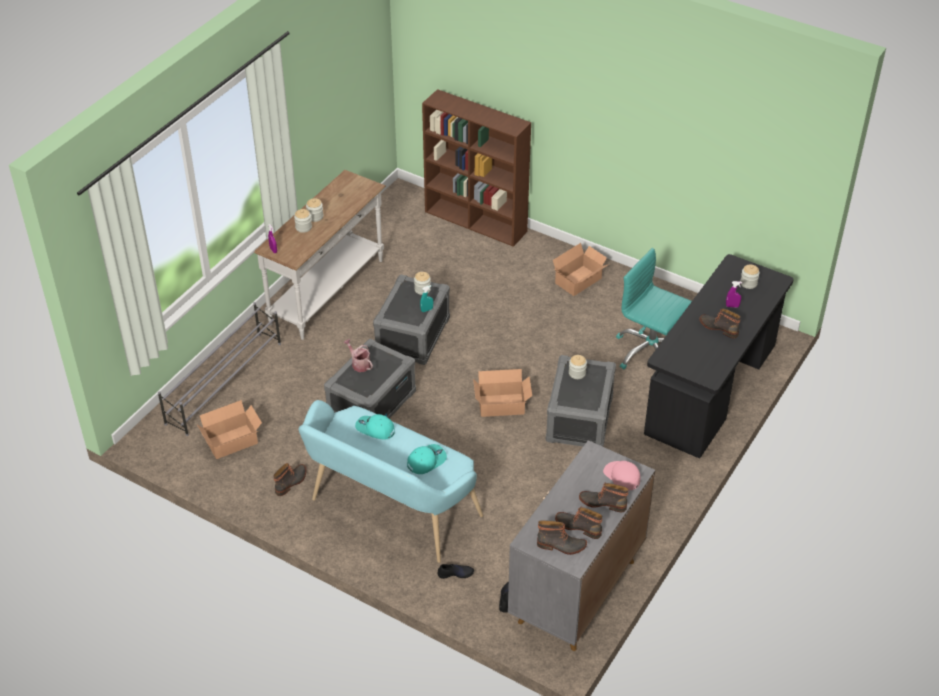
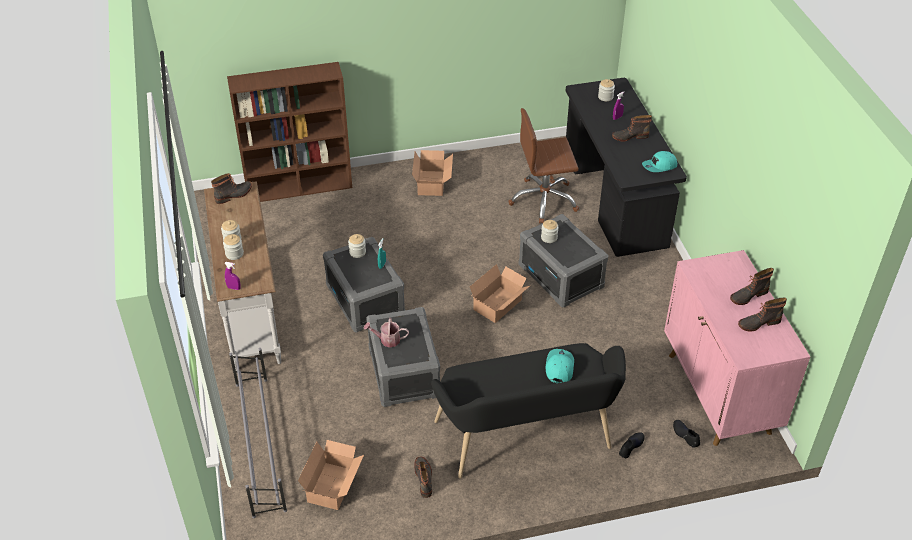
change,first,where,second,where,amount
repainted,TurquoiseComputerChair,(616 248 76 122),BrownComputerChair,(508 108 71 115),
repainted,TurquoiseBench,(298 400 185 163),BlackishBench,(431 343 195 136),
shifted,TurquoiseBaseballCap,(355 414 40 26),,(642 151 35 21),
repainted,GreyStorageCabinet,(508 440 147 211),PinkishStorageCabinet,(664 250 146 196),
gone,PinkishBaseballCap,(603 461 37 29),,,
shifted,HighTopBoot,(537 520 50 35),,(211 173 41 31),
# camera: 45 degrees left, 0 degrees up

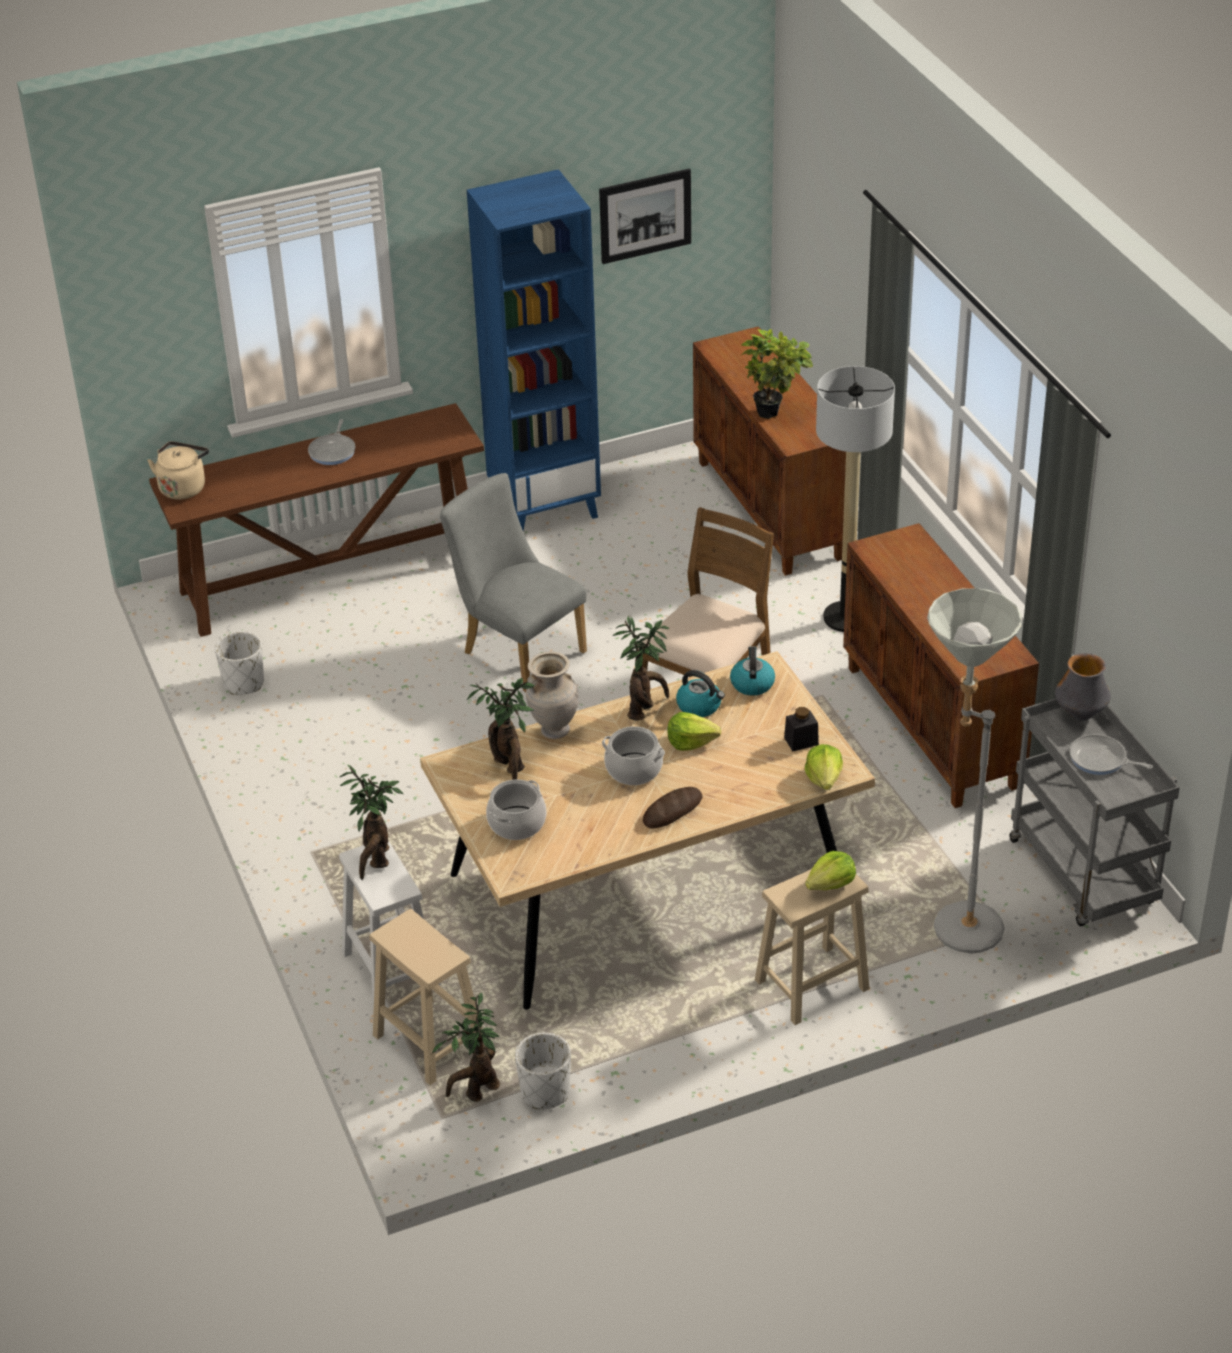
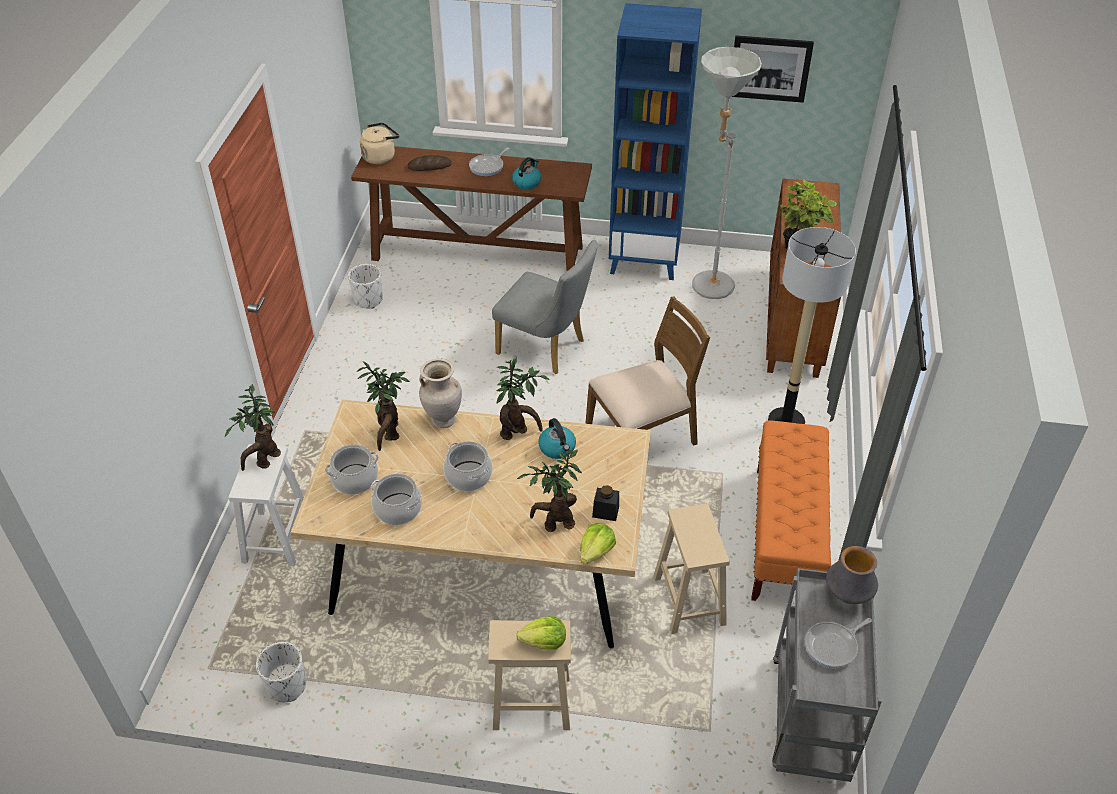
change,first,where,second,where,amount
rotated,GreyUprightChair,(440 473 147 219),,(492 240 106 134),135 degrees clockwise
swapped,BrownStorageCabinet,(843 523 196 285),OrangeyBench,(751 420 80 181),
shifted,GreyStandardLamp,(927 588 95 366),,(692 47 70 252),
shifted,WaterKettle,(730 646 45 50),,(512 157 30 33),
gone,Lettuce,(667 712 54 39),,,
rotated,Skillet,(1070 734 83 41),,(805 618 67 50),90 degrees counterclockwise
shifted,BakeryBread,(643 787 60 42),,(408 155 43 16),
shifted,BeigeColouredSittingStool,(369 909 116 176),,(653 504 77 130),
shifted,PlantInAPot,(432 992 68 110),,(517 450 65 82),
new,,,CookingPot,(371 474 51 51),
# camera: 30 degrees right, 5 degrees up

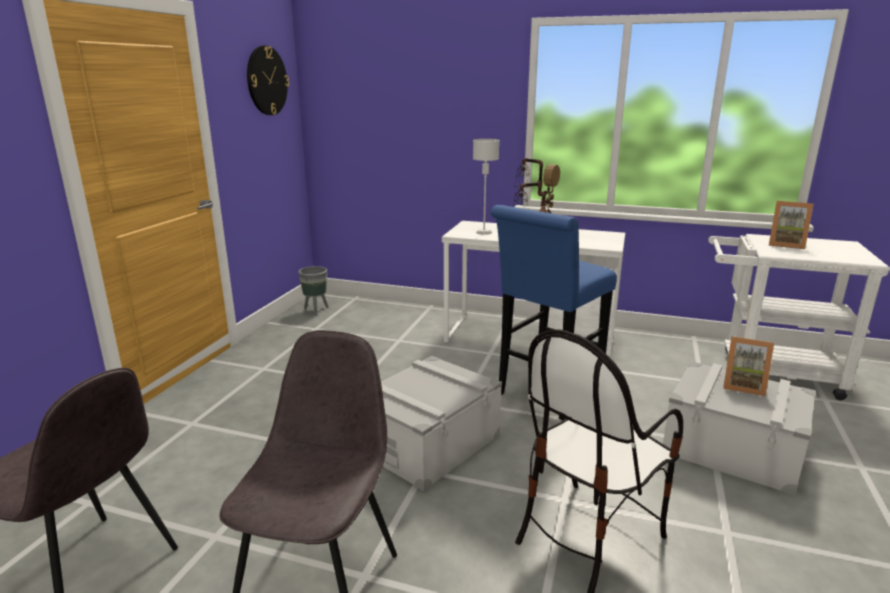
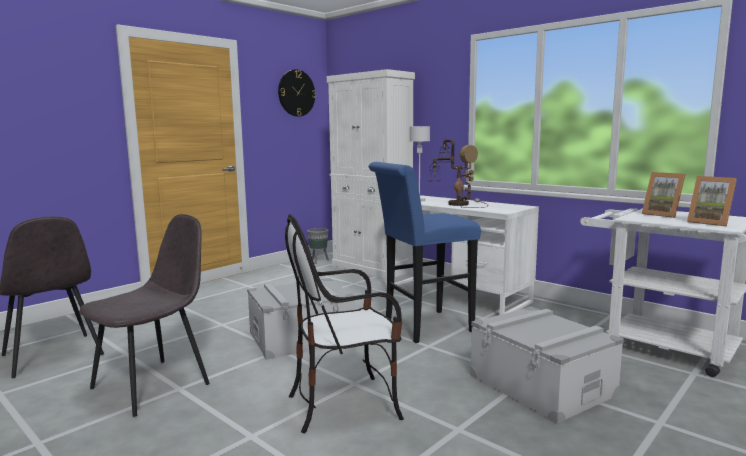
change,first,where,second,where,amount
shifted,PictureFrame,(723 336 51 61),,(687 176 50 50),
new,,,WhiteColouredStorageCabinet,(327 69 88 210),
# camera: 25 degrees right, 10 degrees down

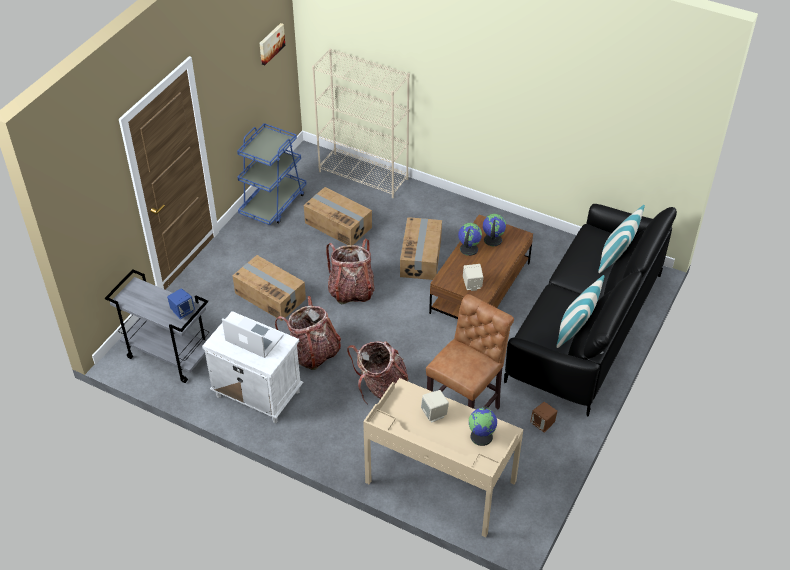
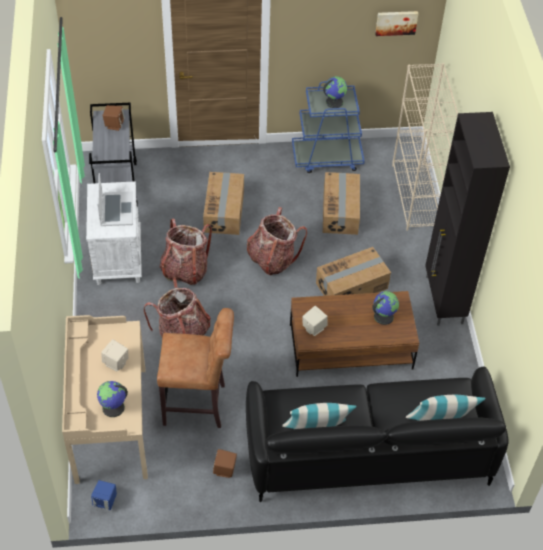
change,first,where,second,where,amount
shifted,Globe,(458 223 24 33),,(323 76 24 32),
shifted,BlueColouredSpeaker,(167 288 28 31),,(91 480 26 30),
new,,,BrownSpeaker,(103 105 22 26),
new,,,BlackishStorageCabinet,(425 112 85 214),
# camera: 55 degrees right, 5 degrees up

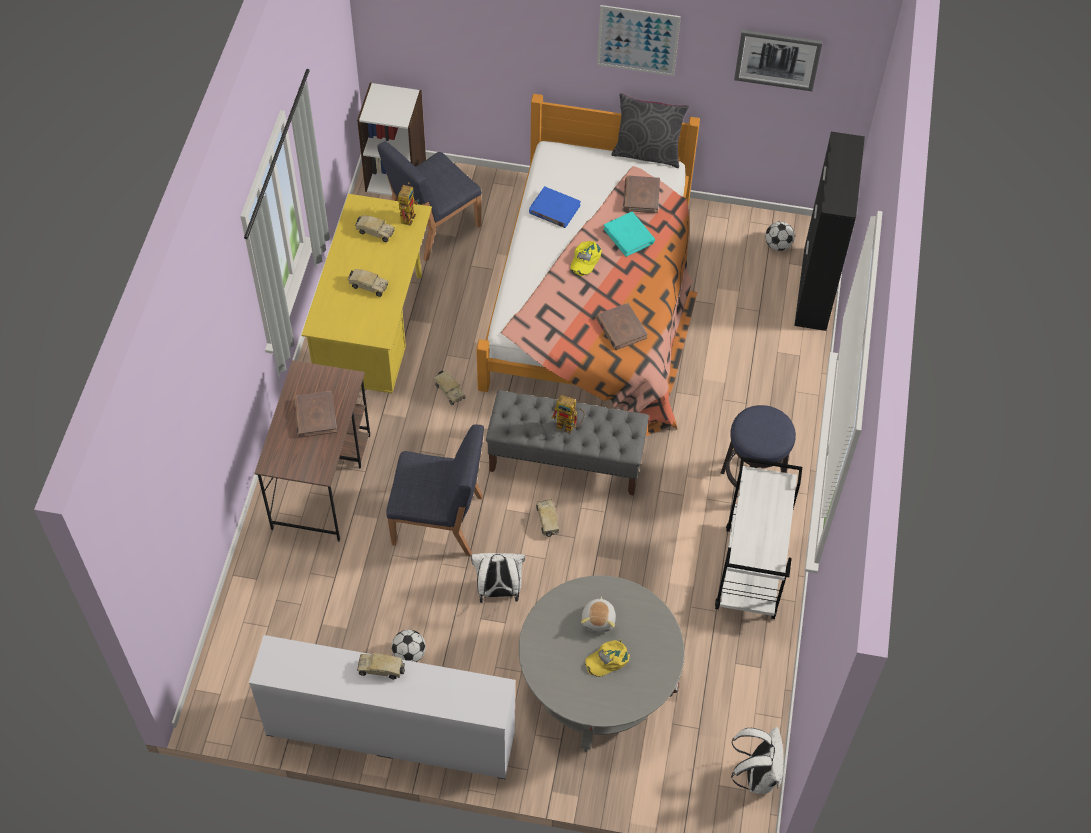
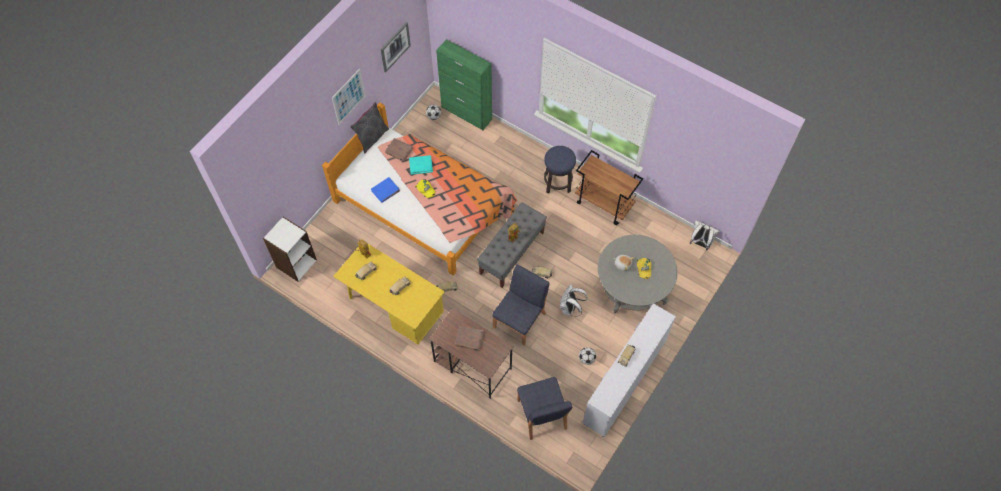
change,first,where,second,where,amount
repainted,BlackishStorageCabinet,(794 132 71 199),GreenishStorageCabinet,(436 39 56 91),
shifted,BlueColouredUprightChair,(377 141 105 120),,(517 377 55 63),
gone,BrownVolume,(596 303 52 47),,,
repainted,WhiteColouredCart,(715 457 87 162),BrownCart,(575 150 68 75),
# camera: 65 degrees left, 5 degrees up

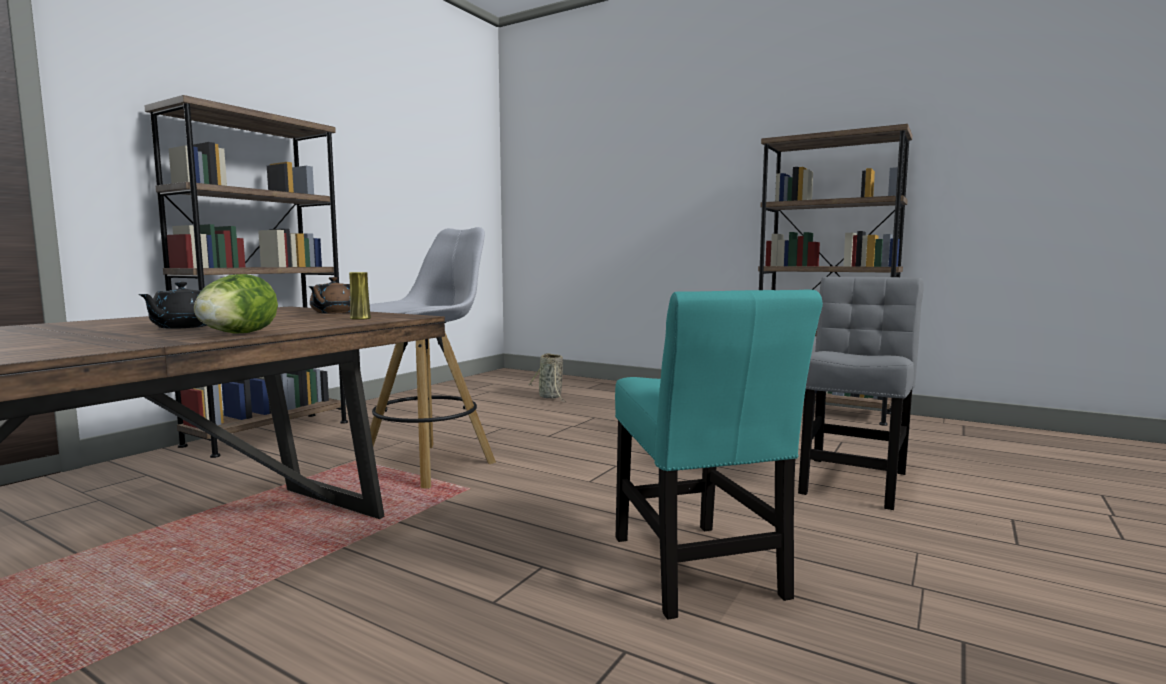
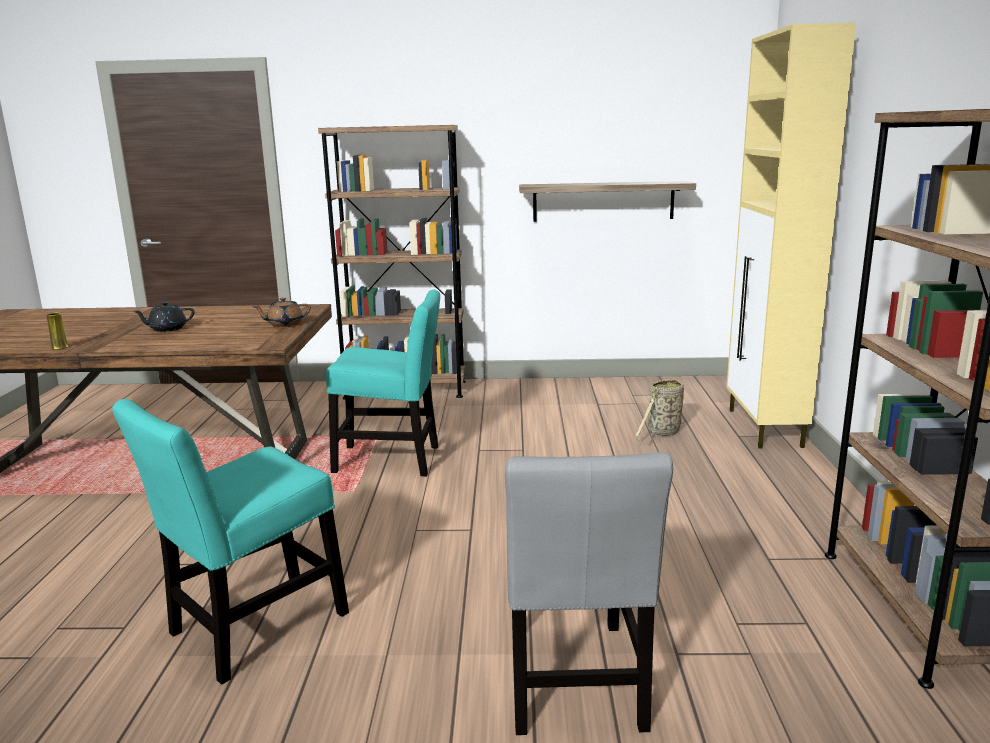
change,first,where,second,where,amount
swapped,WhiteColouredSittingStool,(370 227 126 262),TurquoiseUprightChair,(326 289 114 188),
shifted,YellowColouredFlowerVase,(349 272 22 48),,(46 313 22 37),
gone,Lettuce,(194 274 84 59),,,
rotated,GreyUprightChair,(798 277 126 233),,(505 452 168 283),90 degrees clockwise
new,,,BeigeColouredStorageCabinet,(726 22 131 426),
new,,,Shelf,(519 181 177 41),
# camera: 60 degrees right, 10 degrees up

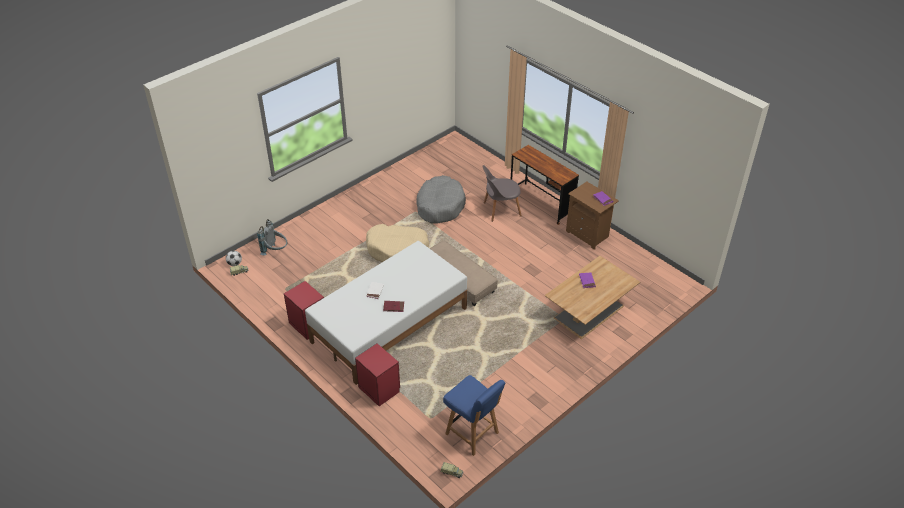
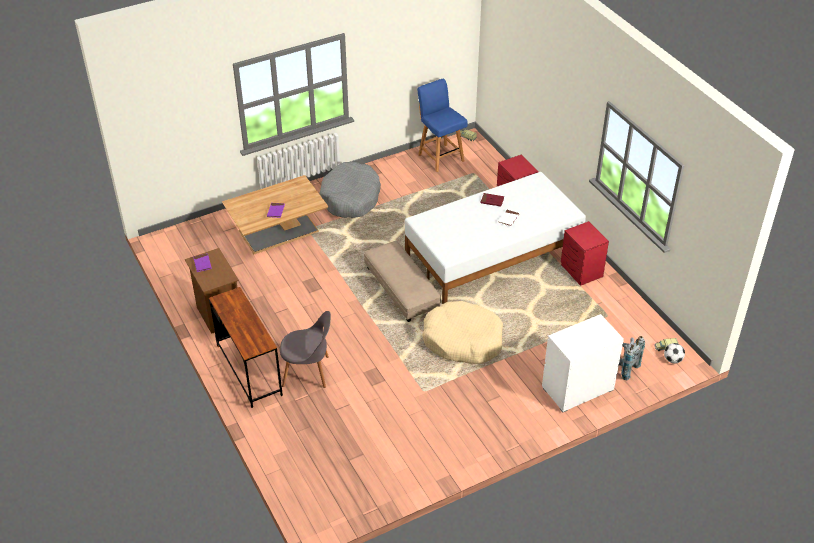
change,first,where,second,where,amount
shifted,GreyDogCushion,(416 175 50 49),,(319 162 62 56),
new,,,WhiteColouredChestOfDrawers,(542 314 82 99),
# camera: 165 degrees left, 0 degrees up

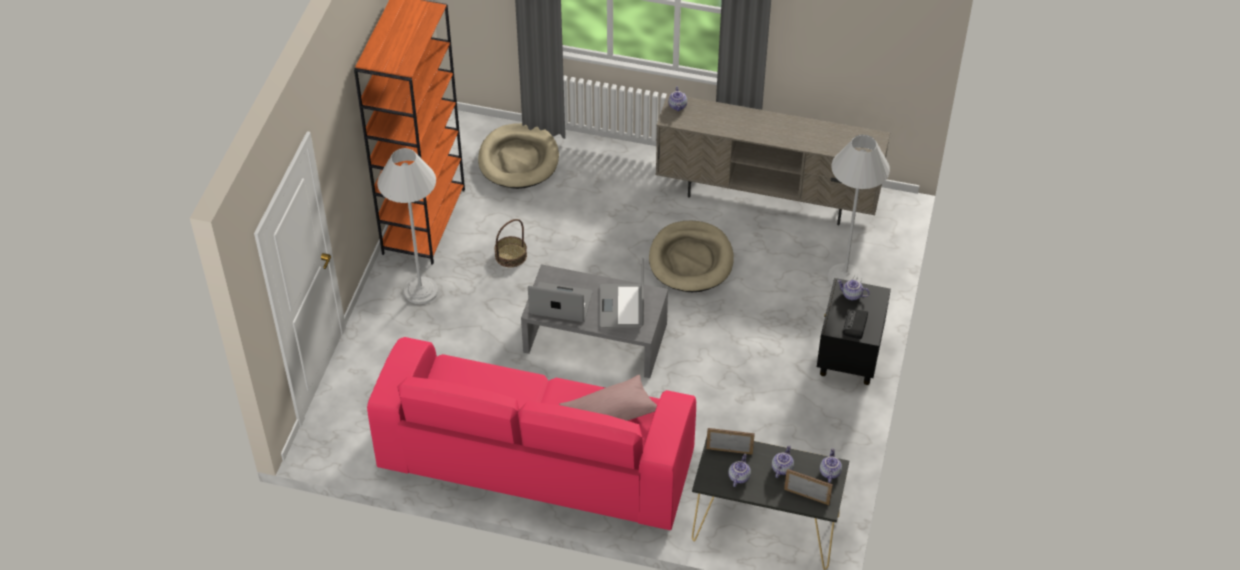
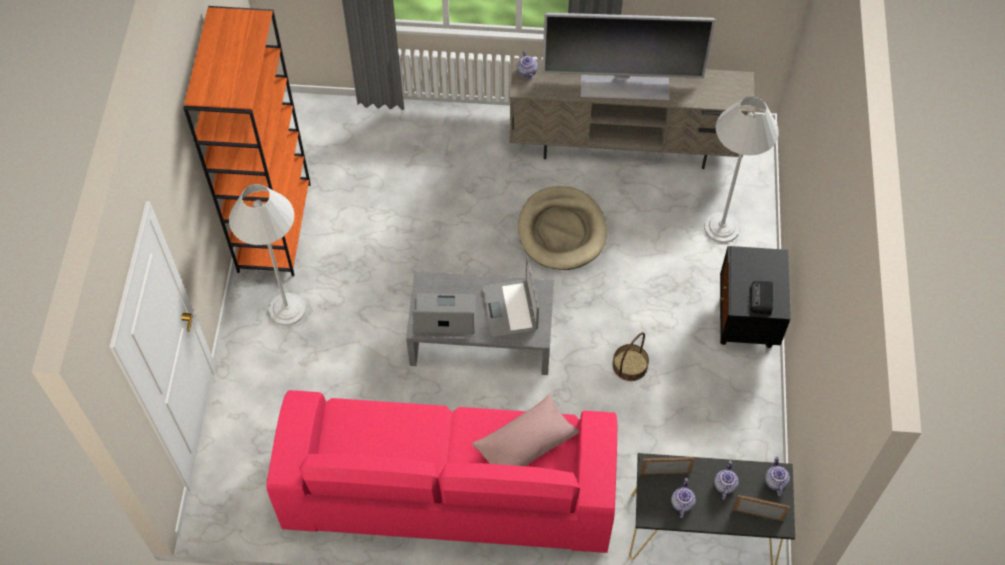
change,first,where,second,where,amount
gone,BeigeColouredDogCushion,(478 123 81 66),,,
shifted,StorageBasket,(494 219 33 48),,(612 332 37 49),
gone,Teapot,(837 280 33 20),,,
new,,,Television,(542 12 174 88),
# camera: 10 degrees left, 10 degrees up

